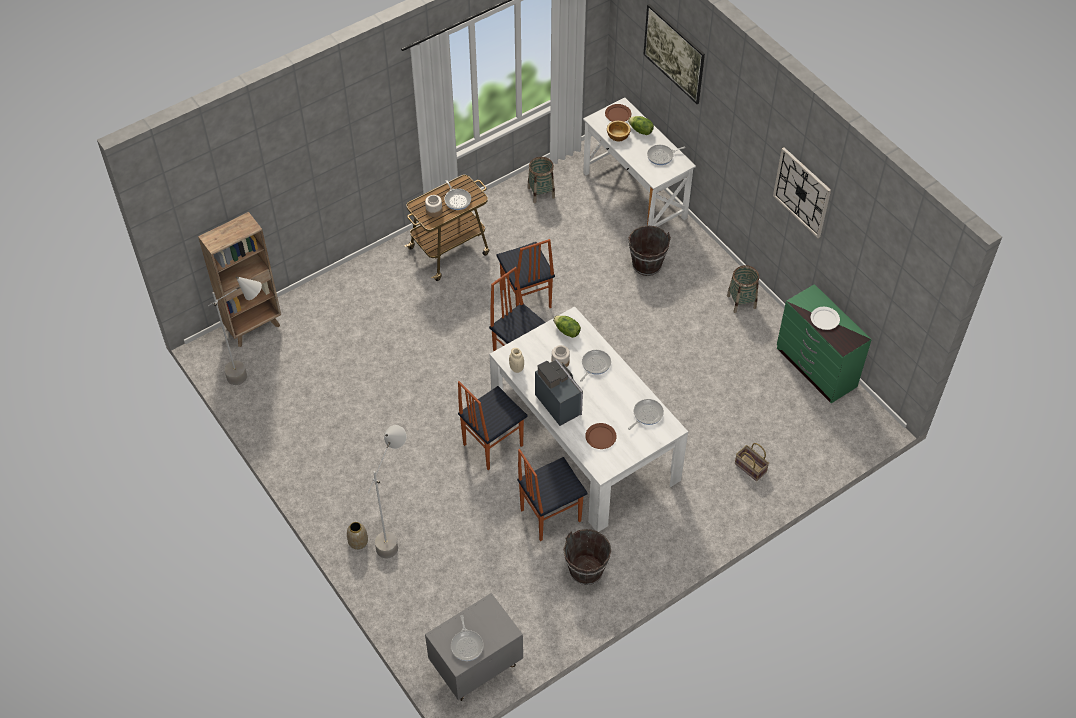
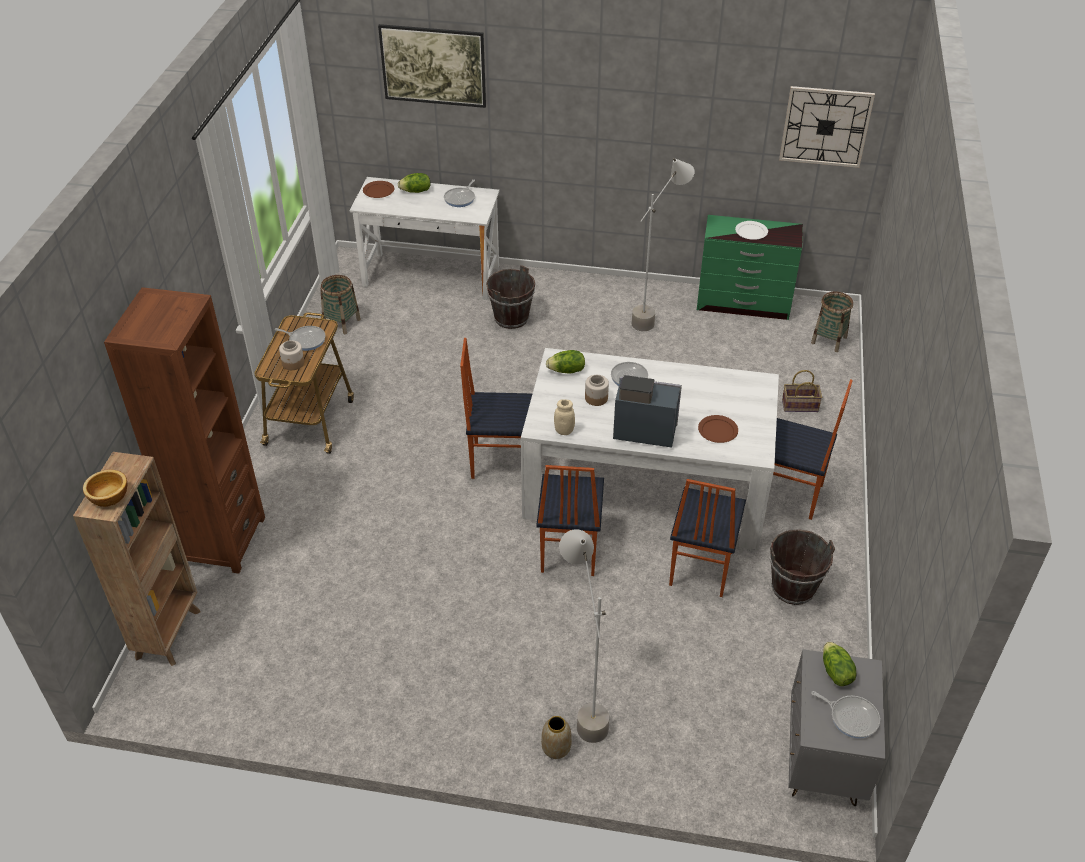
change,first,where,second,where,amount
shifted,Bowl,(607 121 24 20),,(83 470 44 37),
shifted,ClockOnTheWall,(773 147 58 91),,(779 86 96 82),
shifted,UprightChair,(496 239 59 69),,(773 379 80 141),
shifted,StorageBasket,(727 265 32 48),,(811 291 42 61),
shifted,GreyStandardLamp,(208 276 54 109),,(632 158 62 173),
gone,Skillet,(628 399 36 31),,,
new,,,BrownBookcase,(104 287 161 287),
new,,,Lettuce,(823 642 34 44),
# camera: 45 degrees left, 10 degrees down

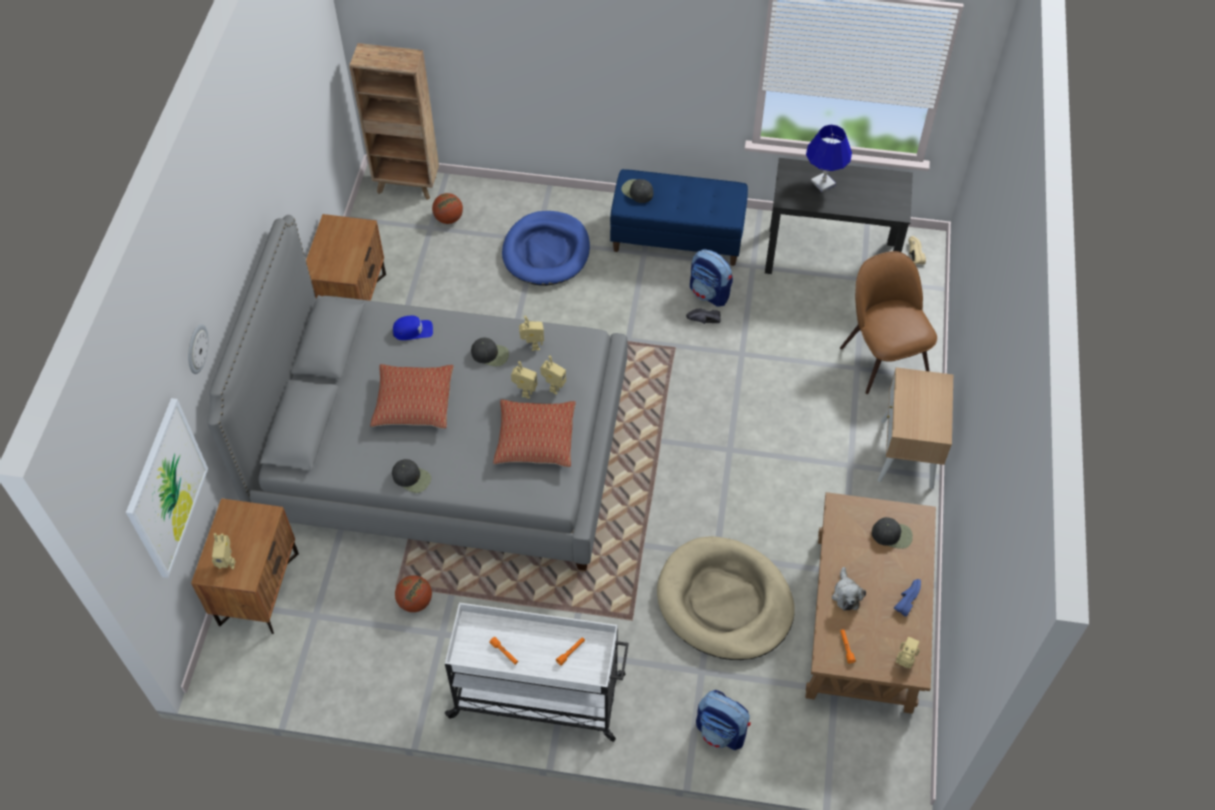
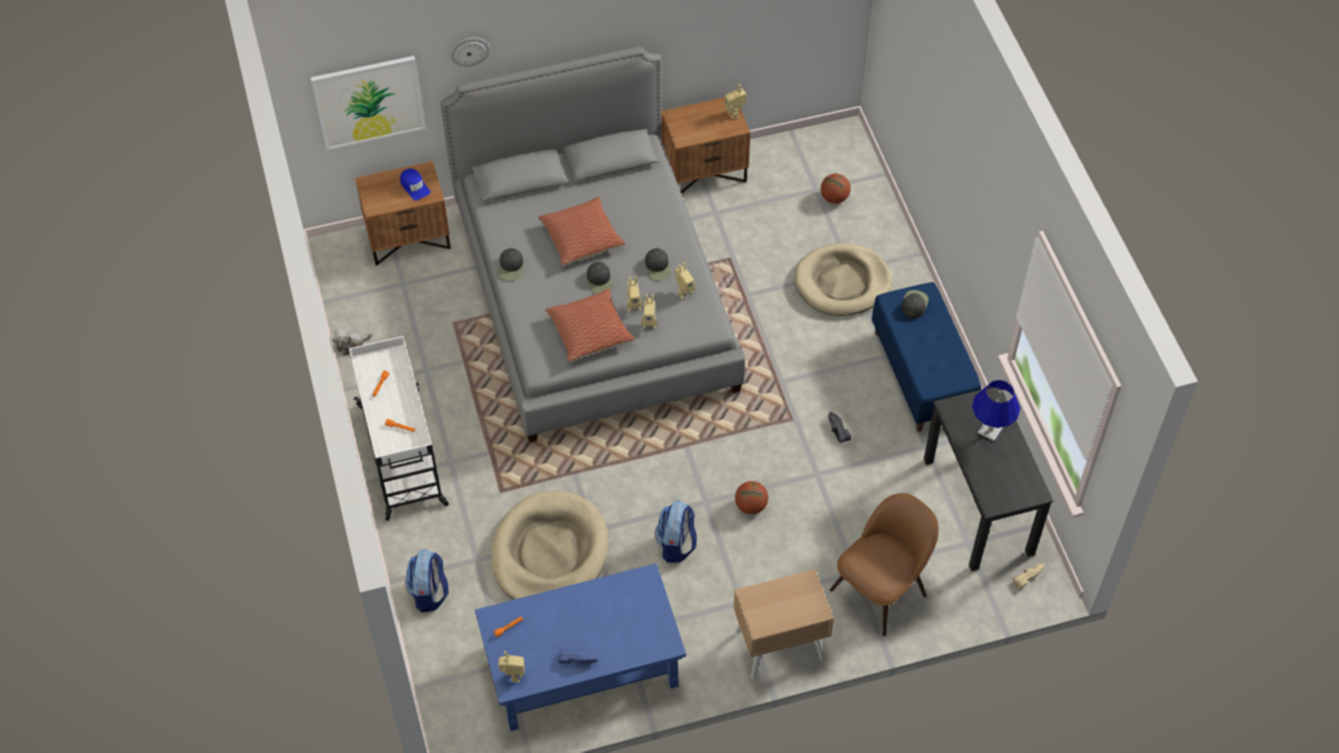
change,first,where,second,where,amount
gone,BrownBookcase,(349 43 90 157),,,
repainted,BlueColouredDogCushion,(502 211 88 75),BeigeColouredDogCushion,(795 243 97 73),
shifted,Knapsack,(690 249 43 58),,(655 500 42 63),
shifted,BlueColouredBaseballCap,(393 315 40 25),,(400 169 31 32),
repainted,BrownLoungeTable,(805 492 131 222),BlueColouredLoungeTable,(475 563 211 168),
shifted,BlackishBaseballCap,(872 517 41 32),,(587 262 27 32),
shifted,ToyRobot,(212 533 24 36),,(725 84 22 35),
shifted,PlushToy,(832 567 34 44),,(333 328 39 28),
shifted,BasketballBall,(395 575 37 37),,(735 481 33 33),
# camera: 65 degrees right, 0 degrees up

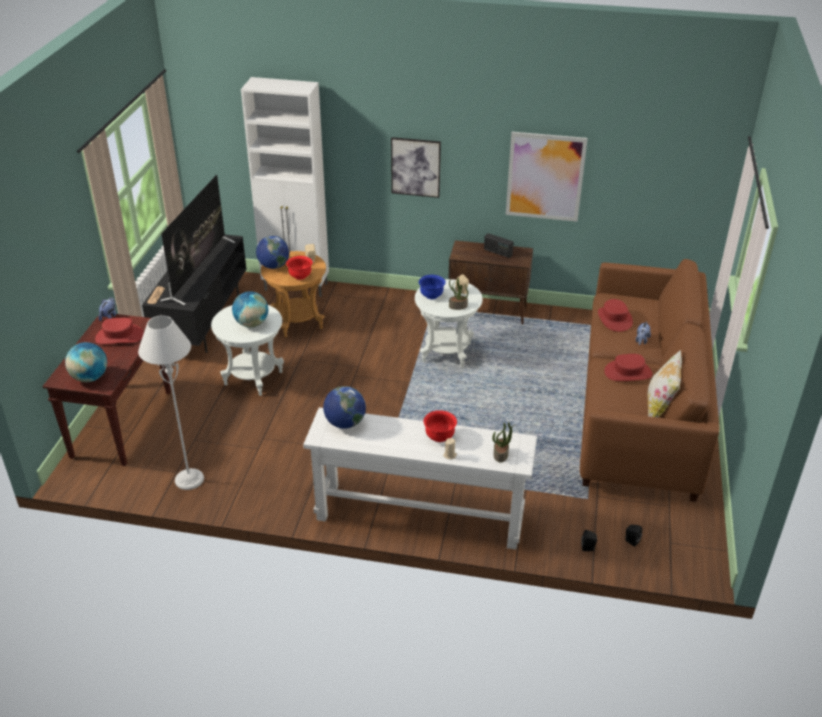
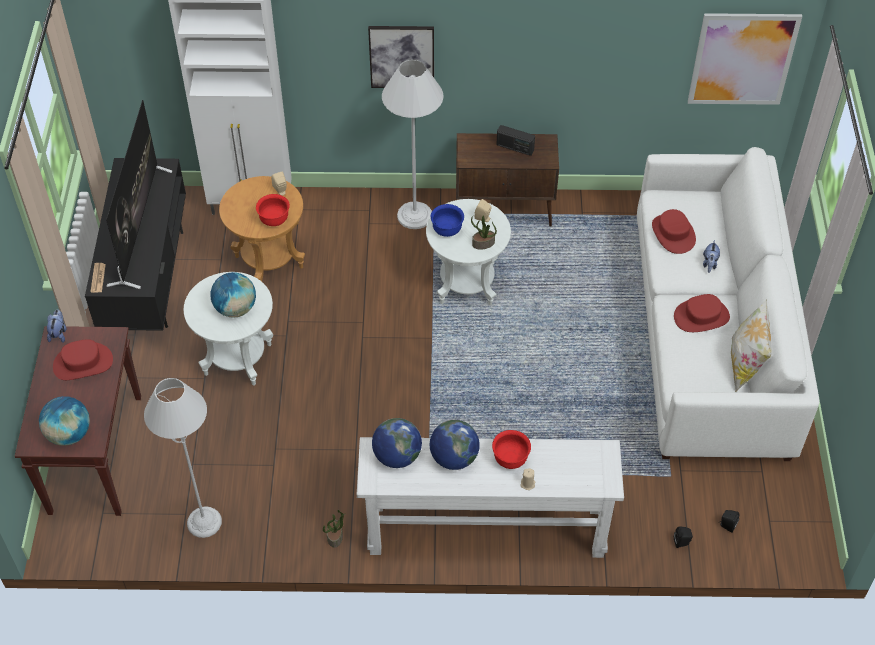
change,first,where,second,where,amount
shifted,WallPicture,(506 132 82 90),,(688 13 114 92),
shifted,Globe,(256 236 33 33),,(430 420 50 50),
repainted,BrownSettee,(580 259 140 243),WhiteColouredSettee,(637 147 182 314),
shifted,PlantInAPot,(492 422 23 40),,(323 510 22 38),
new,,,WhiteColouredStandardLamp,(382 59 62 170),
# camera: 10 degrees left, 15 degrees up

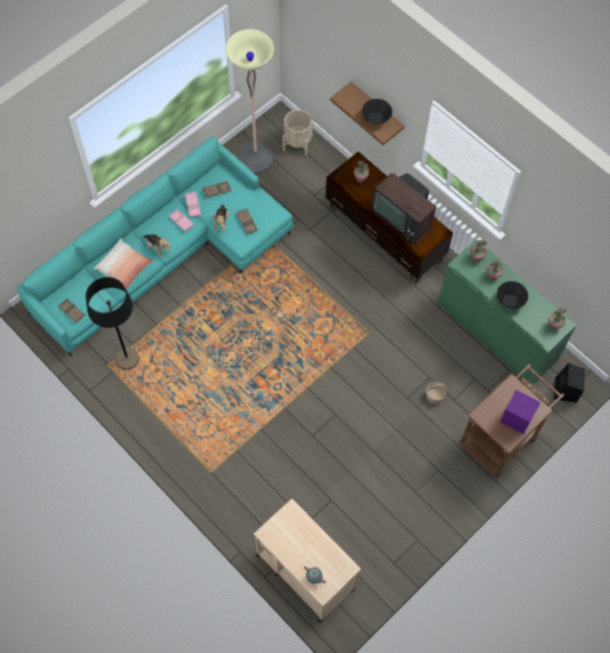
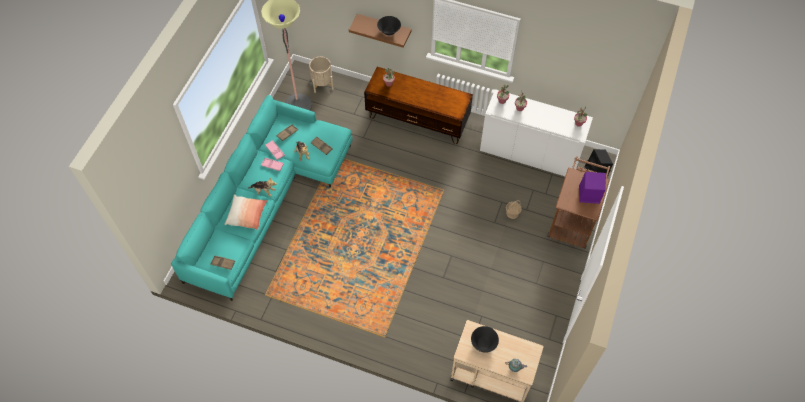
change,first,where,second,where,amount
gone,Television,(372 173 64 71),,,
repainted,GreenishStorageCabinet,(438 239 138 146),WhiteColouredStorageCabinet,(480 89 113 87),
gone,BlackishStandardLamp,(86 277 53 93),,,
shifted,BlackishBowl,(497 281 31 28),,(471 326 28 27),
# camera: 25 degrees left, 5 degrees down

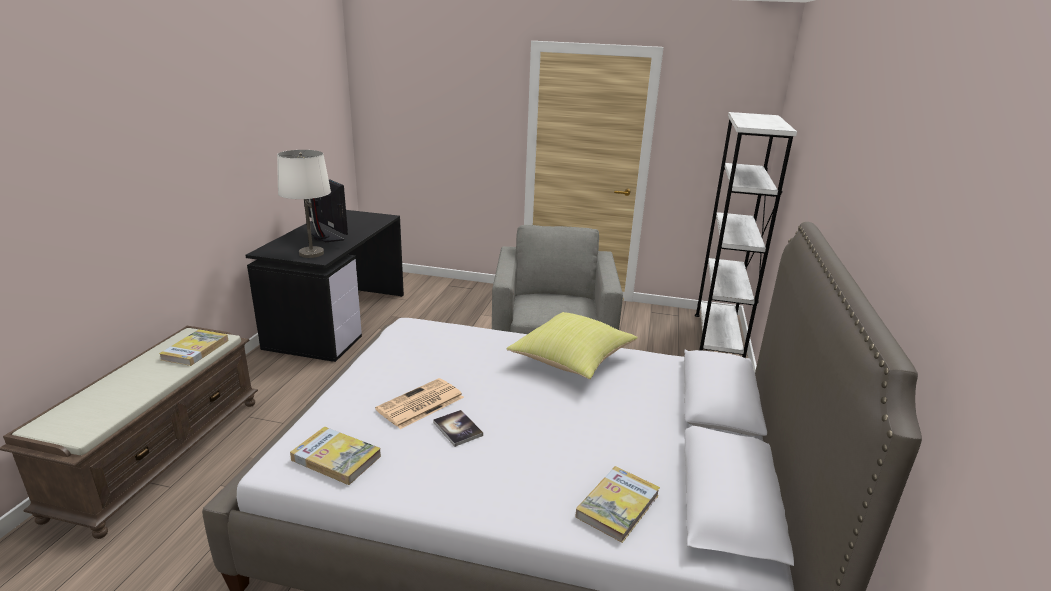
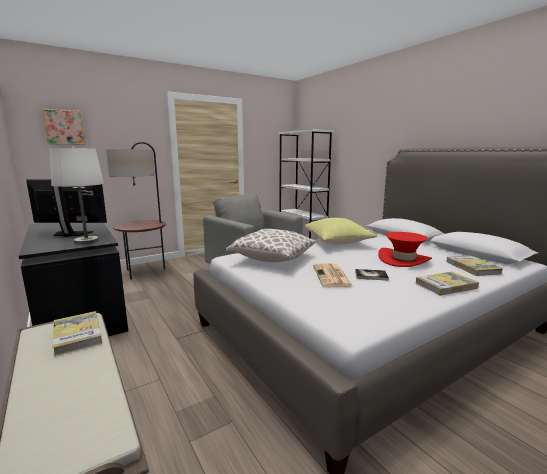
change,first,where,second,where,amount
shifted,Volume,(290 426 91 59),,(415 272 64 24),
new,,,WallPicture,(42 109 44 36),
new,,,StandardLamp,(106 142 60 138),
new,,,Pillow,(226 229 89 33),
new,,,RedColouredClothingHat,(378 232 54 35),
# camera: 45 degrees left, 10 degrees down

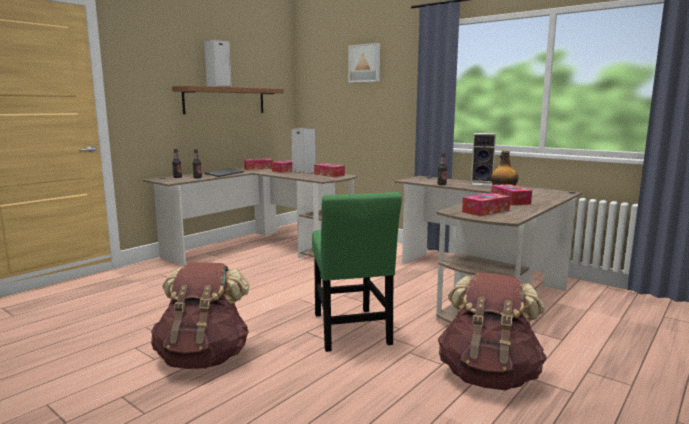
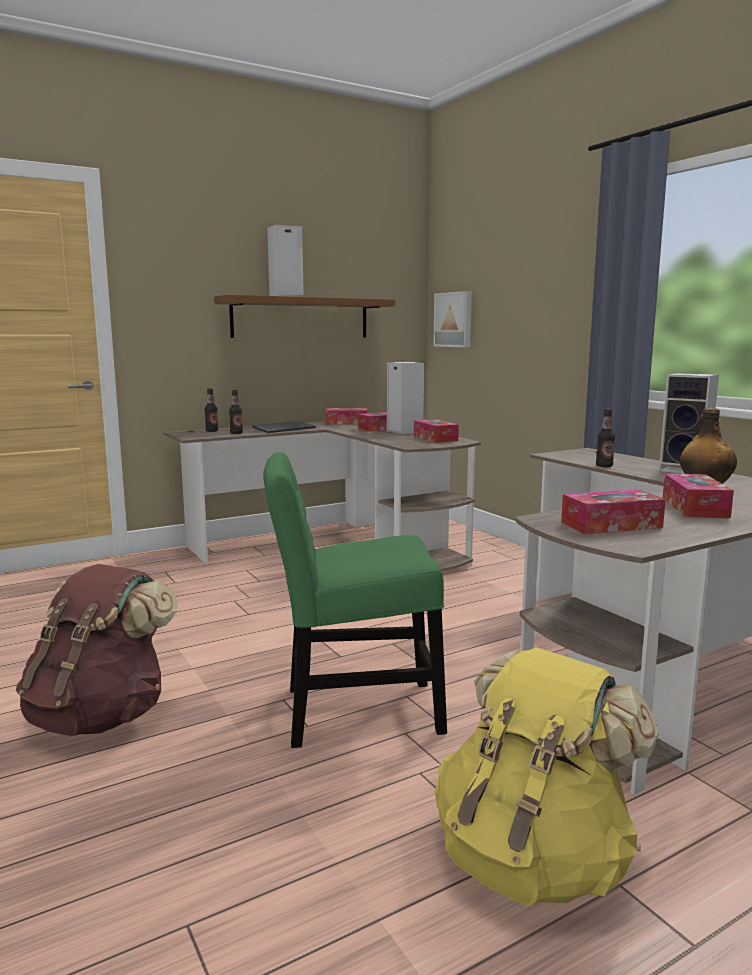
change,first,where,second,where,amount
shifted,WallPicture,(348 43 32 39),,(433 291 39 56),
rotated,GreenishUprightChair,(312 192 90 160),,(263 452 184 296),75 degrees clockwise
repainted,BrownKnapsack,(438 272 109 118),YellowColouredKnapsack,(435 647 224 258),
# camera: 20 degrees right, 0 degrees up

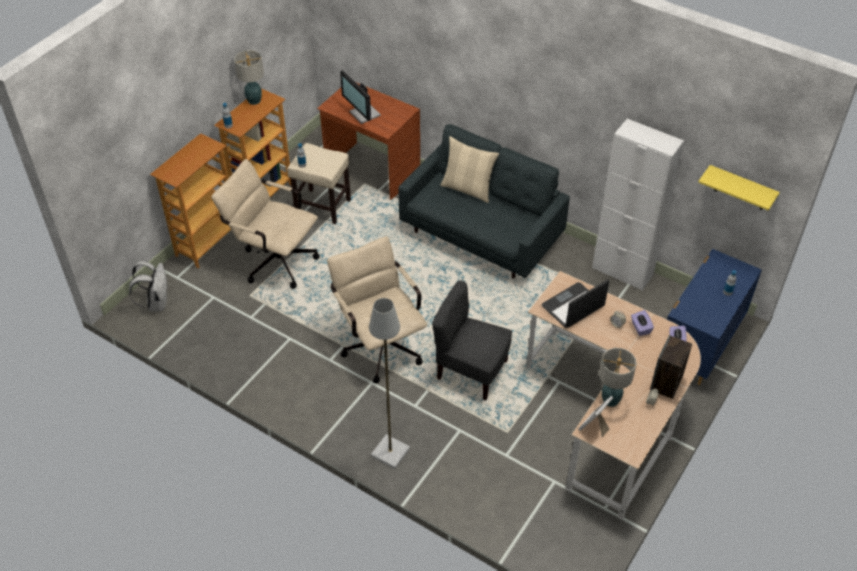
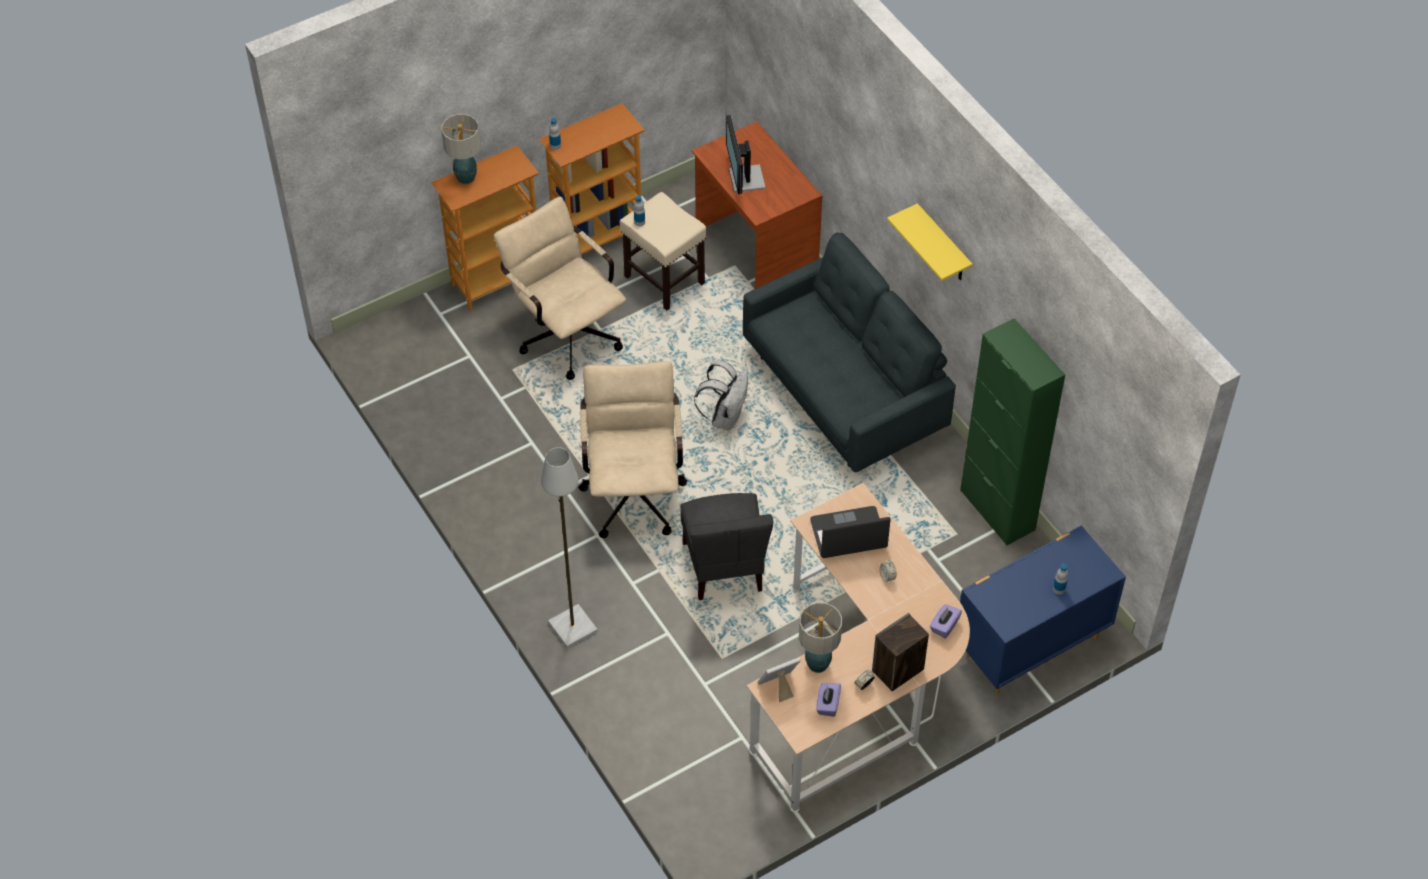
change,first,where,second,where,amount
shifted,TabletopLamp,(234 50 30 55),,(441 114 40 70),
repainted,WhiteColouredStorageCabinet,(592 119 92 172),GreenishStorageCabinet,(960 318 105 228),
gone,BeigeColouredPillow,(440 136 59 67),,,
shifted,YellowColouredShelf,(698 165 82 46),,(887 203 86 78),
shifted,WhiteColouredKnapsack,(129 261 38 51),,(694 360 54 70),
rotated,GreyUprightChair,(432 280 80 120),,(680 493 93 107),150 degrees counterclockwise
shifted,PurplishTissueHolder,(631 310 23 26),,(816 683 25 34),
# camera: 25 degrees right, 5 degrees up

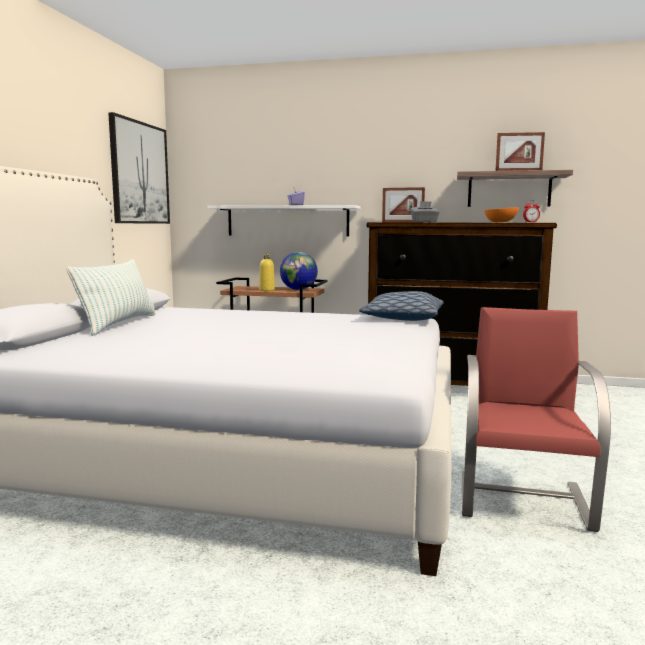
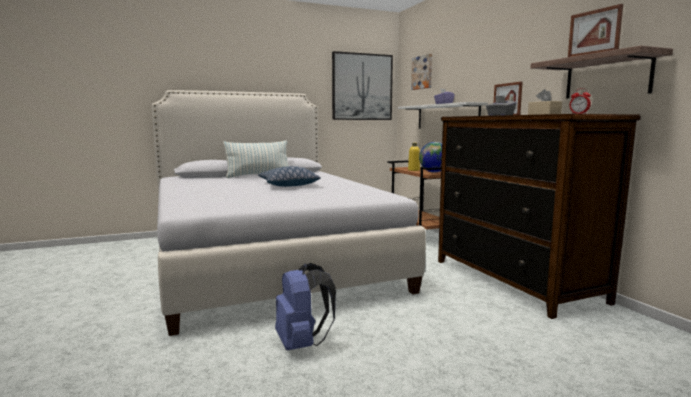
change,first,where,second,where,amount
swapped,OrangeyBowl,(484 207 35 15),BeigeColouredTissueHolder,(528 89 34 26),
shifted,Pillow,(359 291 85 30),,(258 166 63 21),
swapped,RedColouredUprightChair,(462 307 149 225),BlueColouredKnapsack,(275 263 61 87),
new,,,WallPicture,(411 54 21 36),
# camera: 55 degrees right, 0 degrees up

